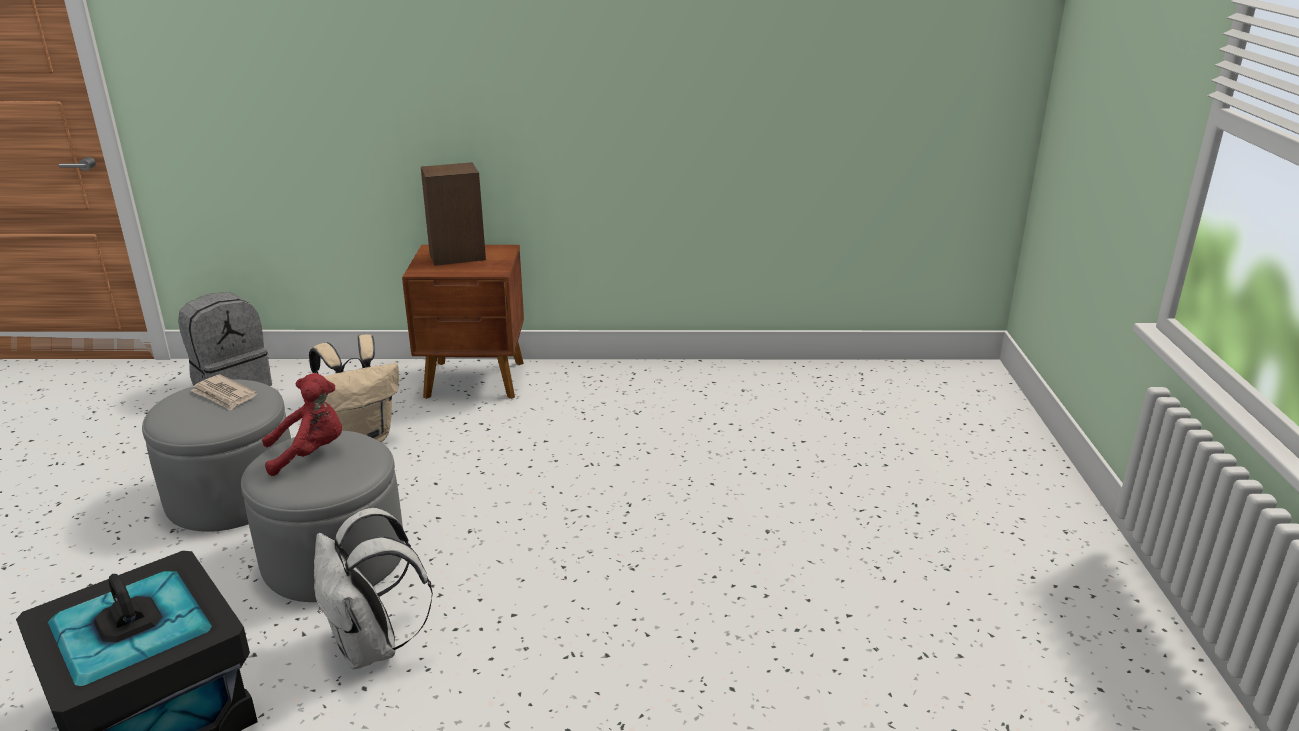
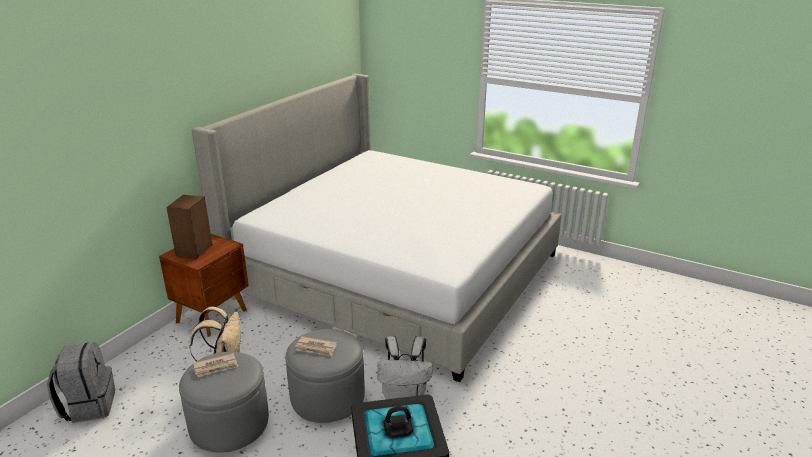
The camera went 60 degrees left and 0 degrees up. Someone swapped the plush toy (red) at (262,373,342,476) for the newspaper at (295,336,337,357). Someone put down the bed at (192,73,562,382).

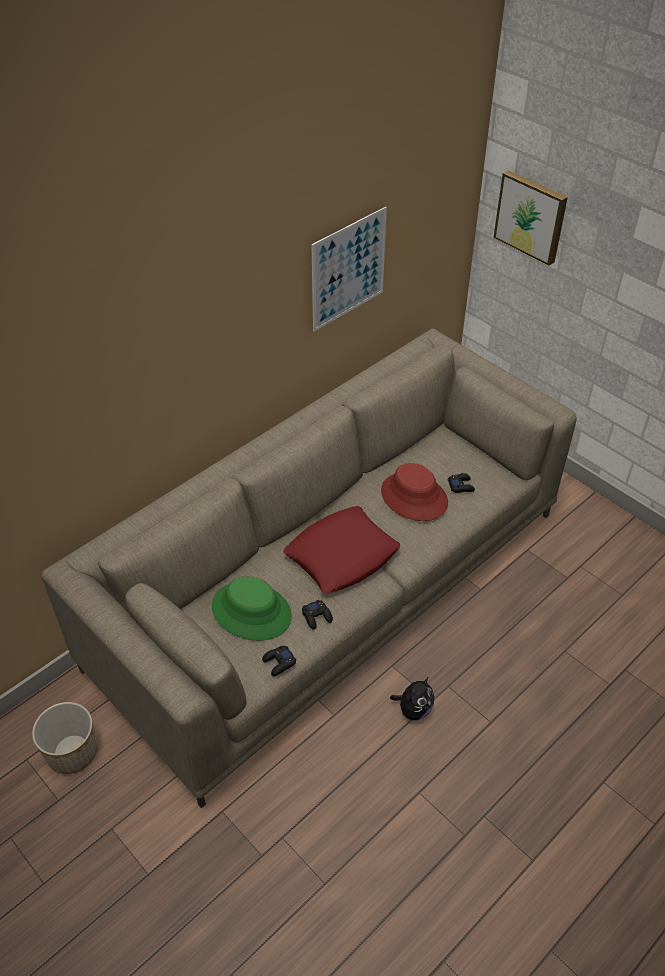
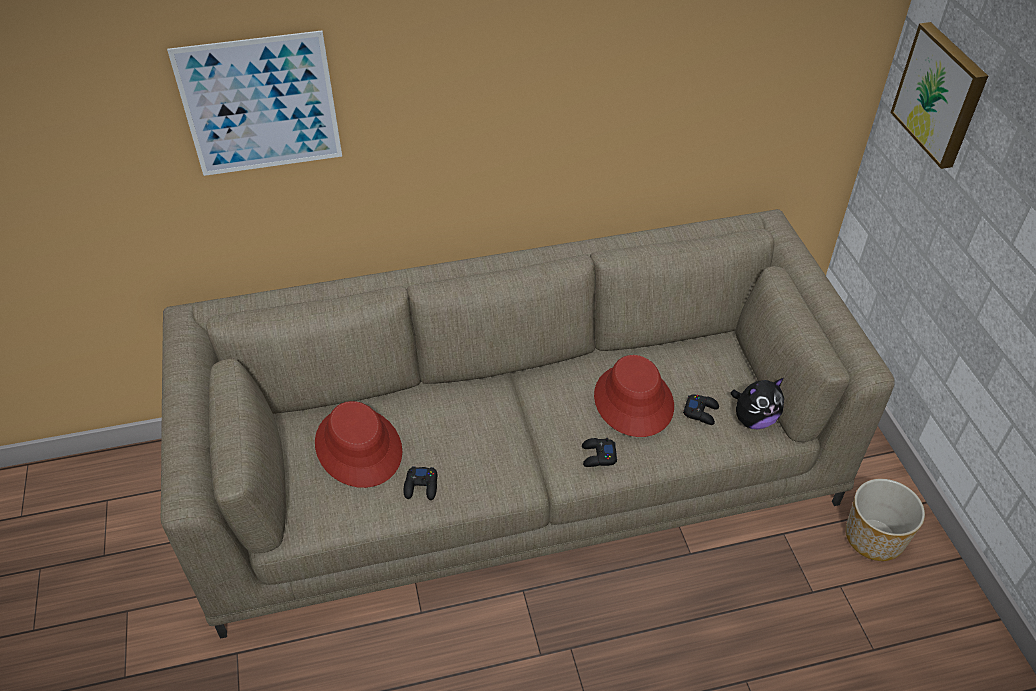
The camera went 30 degrees right and 0 degrees up. Someone carried the planter from (32,702,97,774) to (846,479,925,561). Someone repainted the hat (green) at (212,576,292,641), which became the hat (red) at (315,401,402,488). Someone carried the game controller (black) from (262,646,296,676) to (582,438,617,467). Someone took away the pillow (red) at (283,506,400,594). Someone carried the picture from (312,207,387,331) to (167,30,342,176). Someone carried the plush toy from (390,677,434,720) to (730,378,784,429).

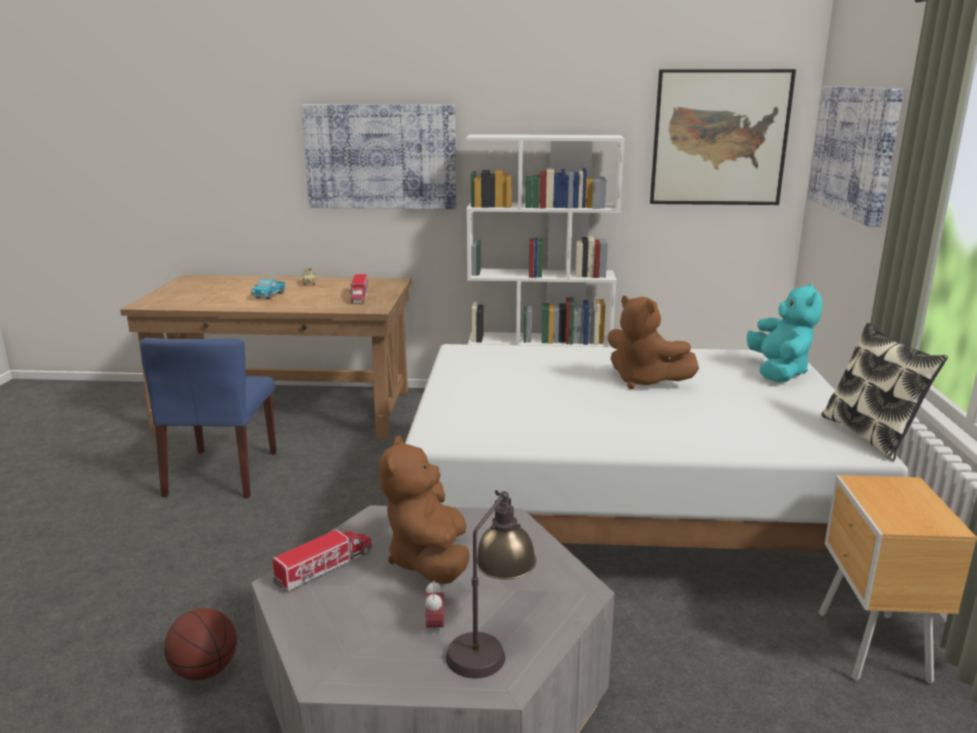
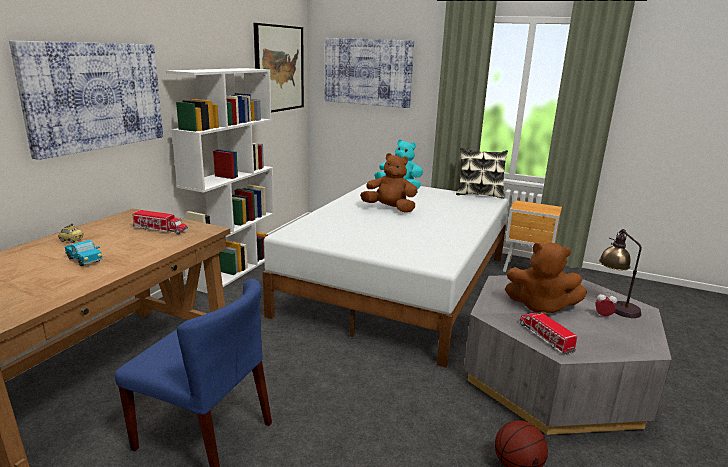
The camera went 70 degrees left and 0 degrees up. Someone rotated the plush toy (brown) at (607,296,699,389) by 135 degrees counterclockwise.

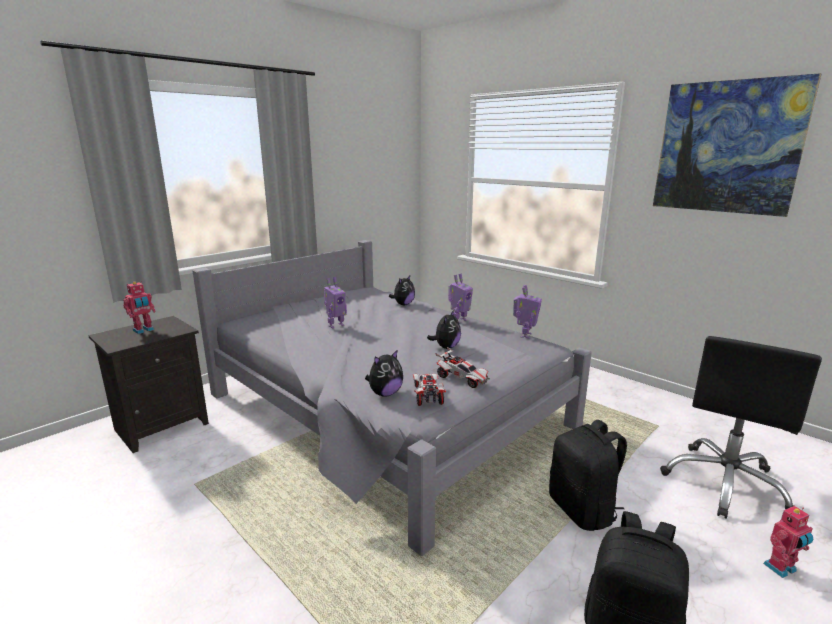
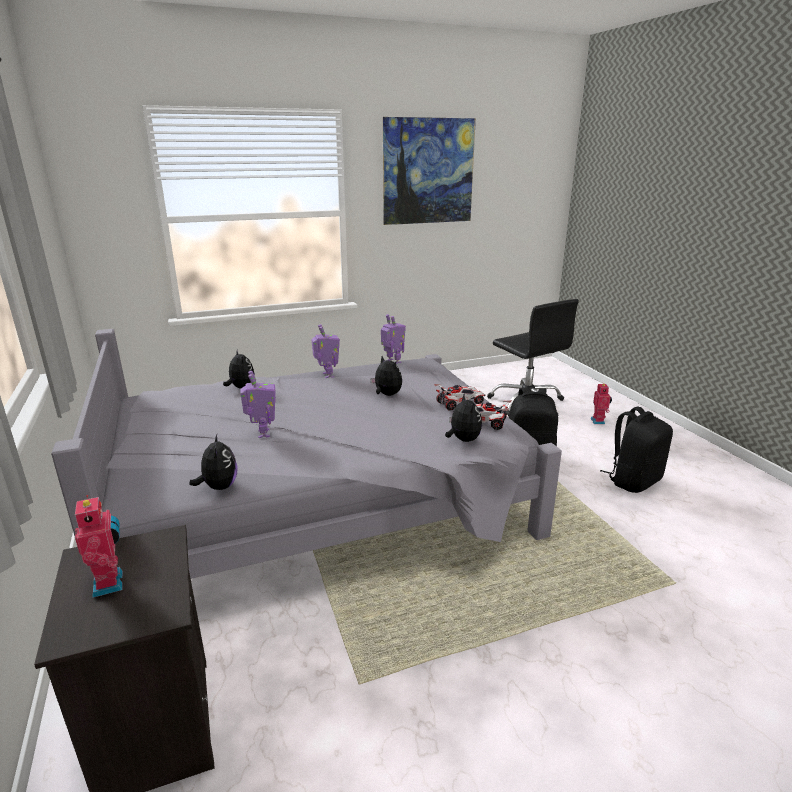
The camera went 65 degrees left and 5 degrees up. Someone put down the plush toy at (190,434,238,490).

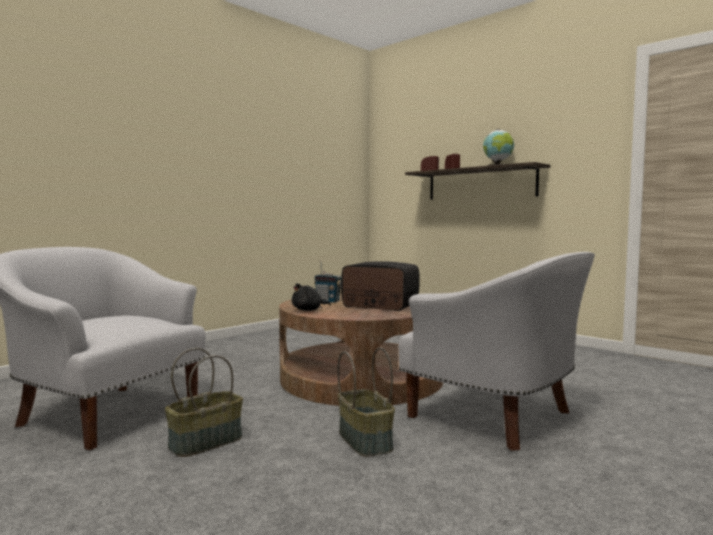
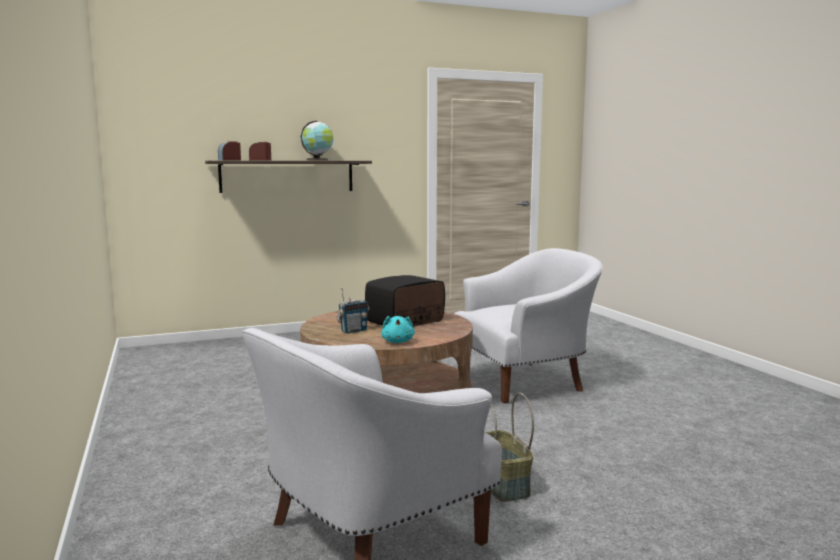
The camera went 65 degrees left and 5 degrees up. Someone repainted the plush toy (black) at (292,283,331,311), which became the plush toy (turquoise) at (381,316,415,343). Someone took away the basket at (337,348,395,457).

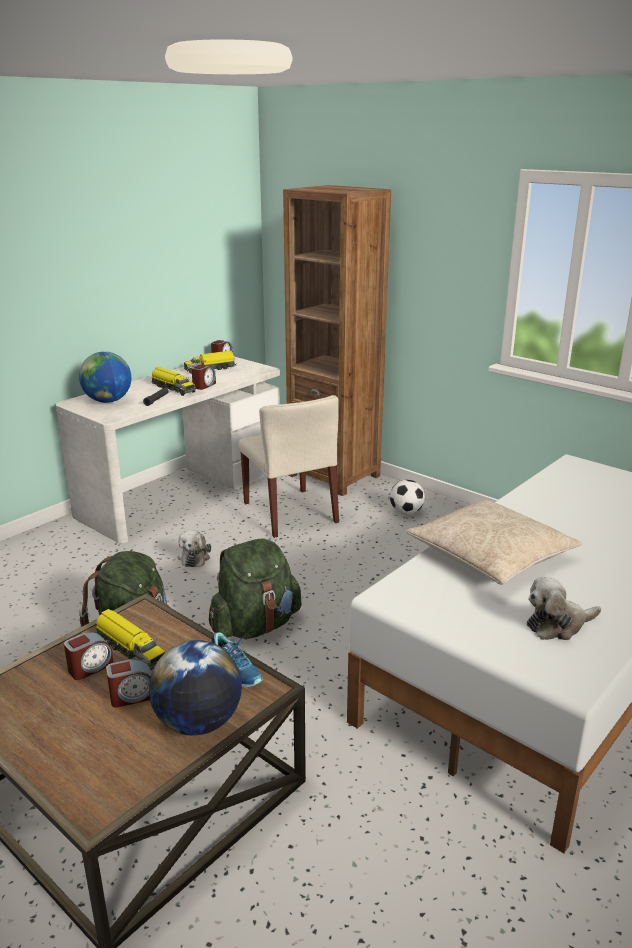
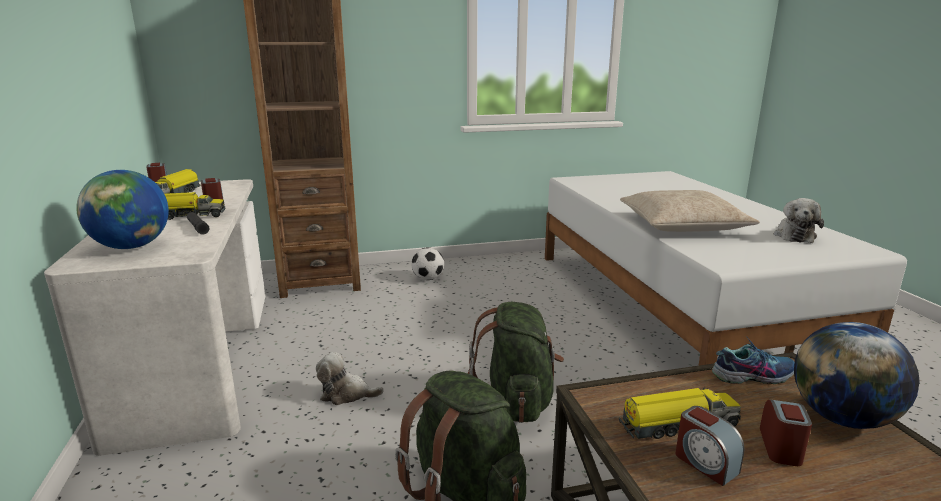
The camera went 55 degrees left and 5 degrees down. Someone rotated the alarm clock at (64,632,114,680) by 150 degrees clockwise. Someone rotated the plush toy at (178,530,211,567) by 150 degrees clockwise. Someone took away the chair (beige) at (239,395,339,538).

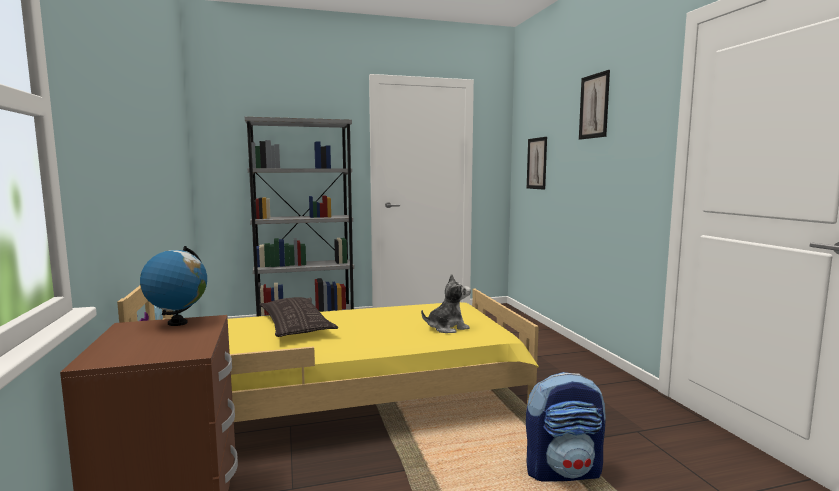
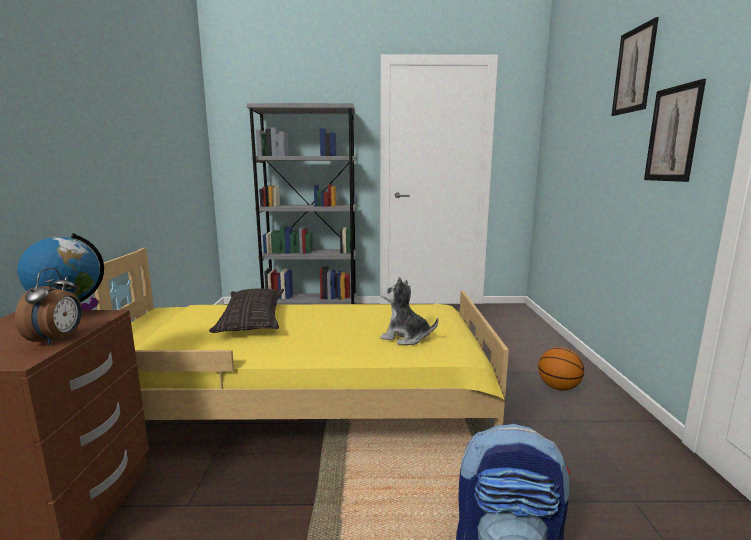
The camera went 15 degrees right and 5 degrees up. Someone rotated the plush toy at (421,274,471,333) by 150 degrees counterclockwise. Someone carried the picture from (527,137,547,190) to (644,79,706,182). Someone put down the alarm clock at (15,268,82,346). Someone put down the basketball at (538,347,584,391).

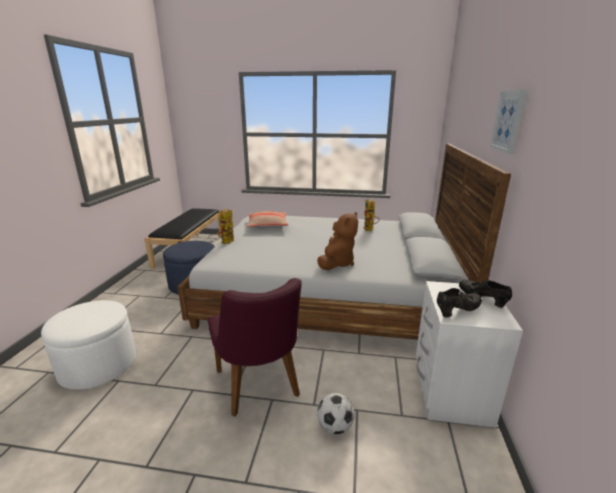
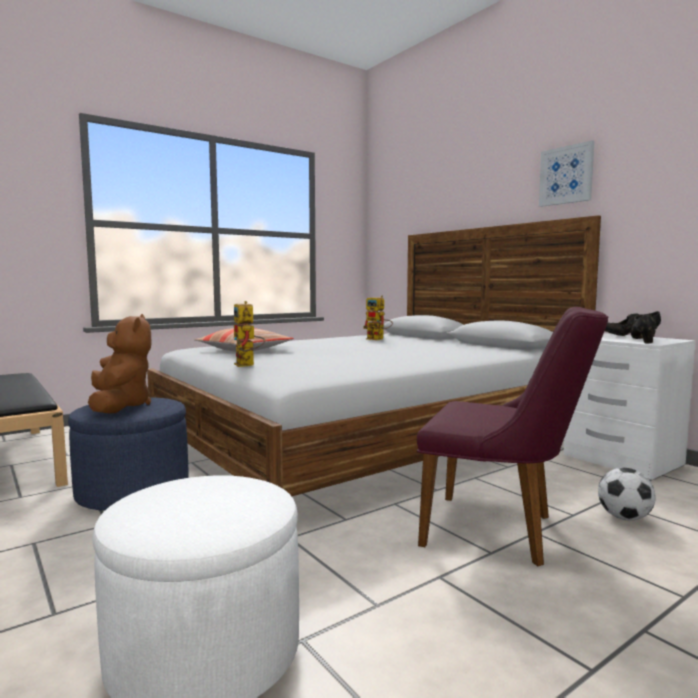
The camera went 45 degrees left and 15 degrees down. Someone carried the plush toy (brown) from (317,212,358,270) to (88,314,151,414).

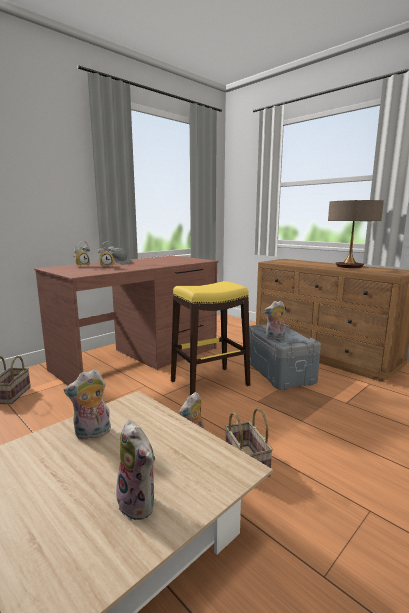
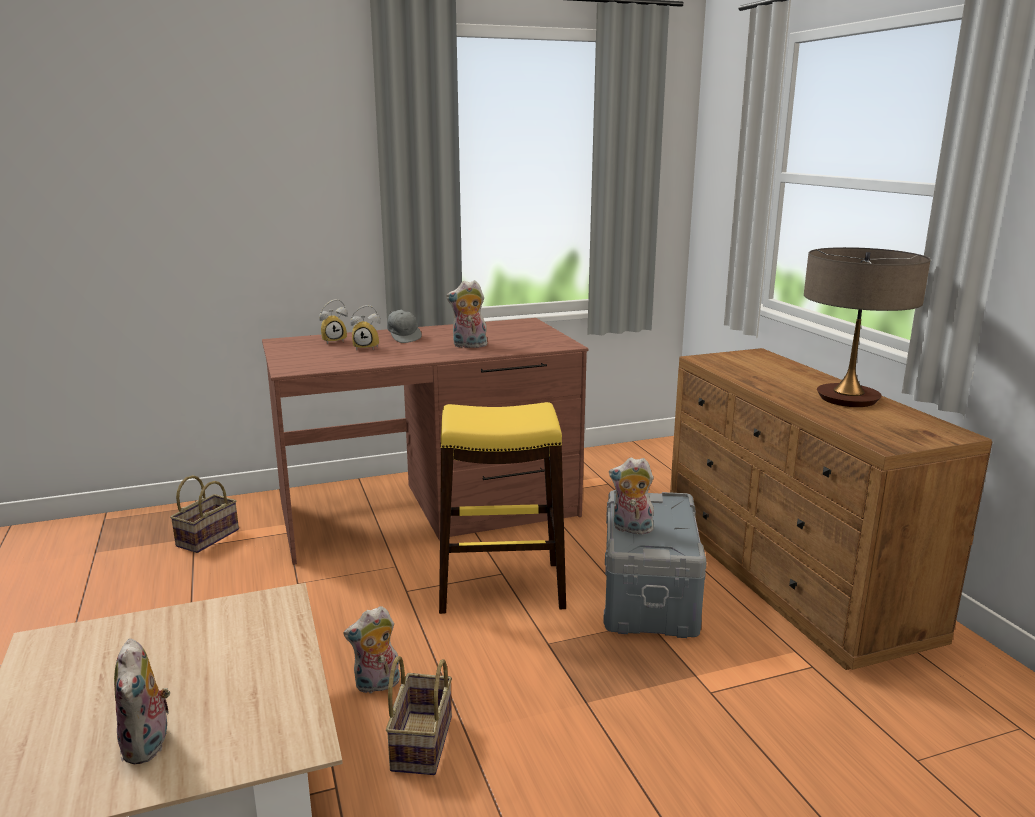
The camera went 25 degrees right and 5 degrees up. Someone carried the plush toy from (64,369,111,440) to (446,280,487,348).

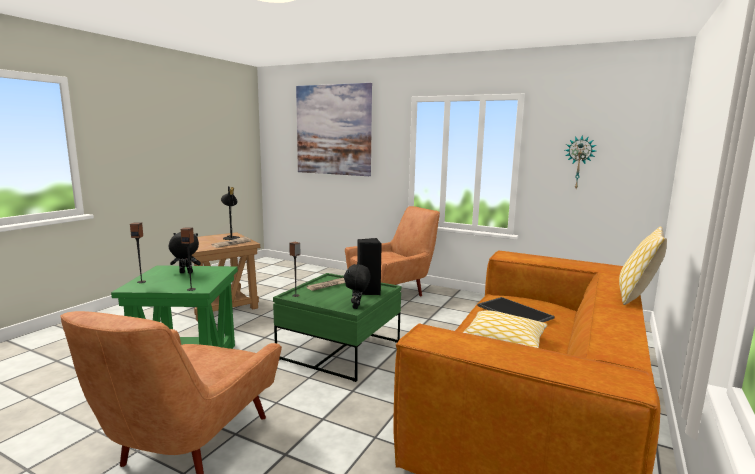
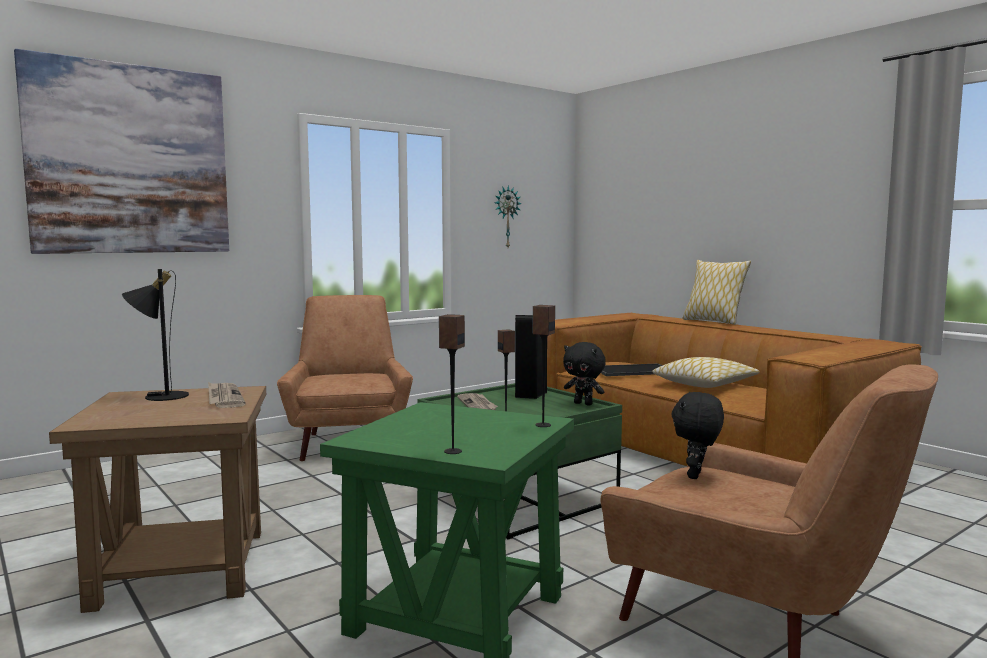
The camera went 65 degrees left and 5 degrees down. Someone carried the plush toy (black) from (169,232,201,273) to (672,392,724,479).

